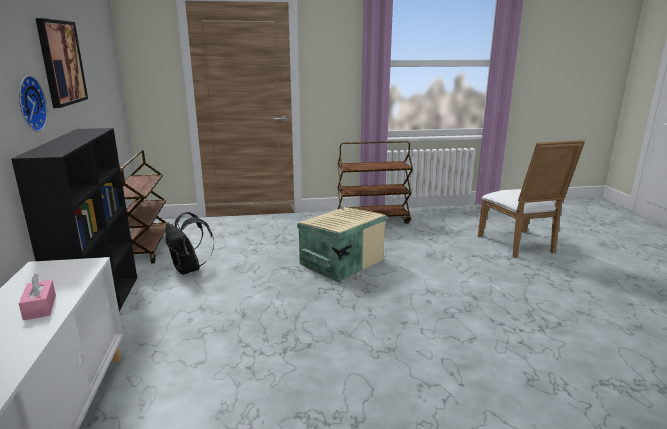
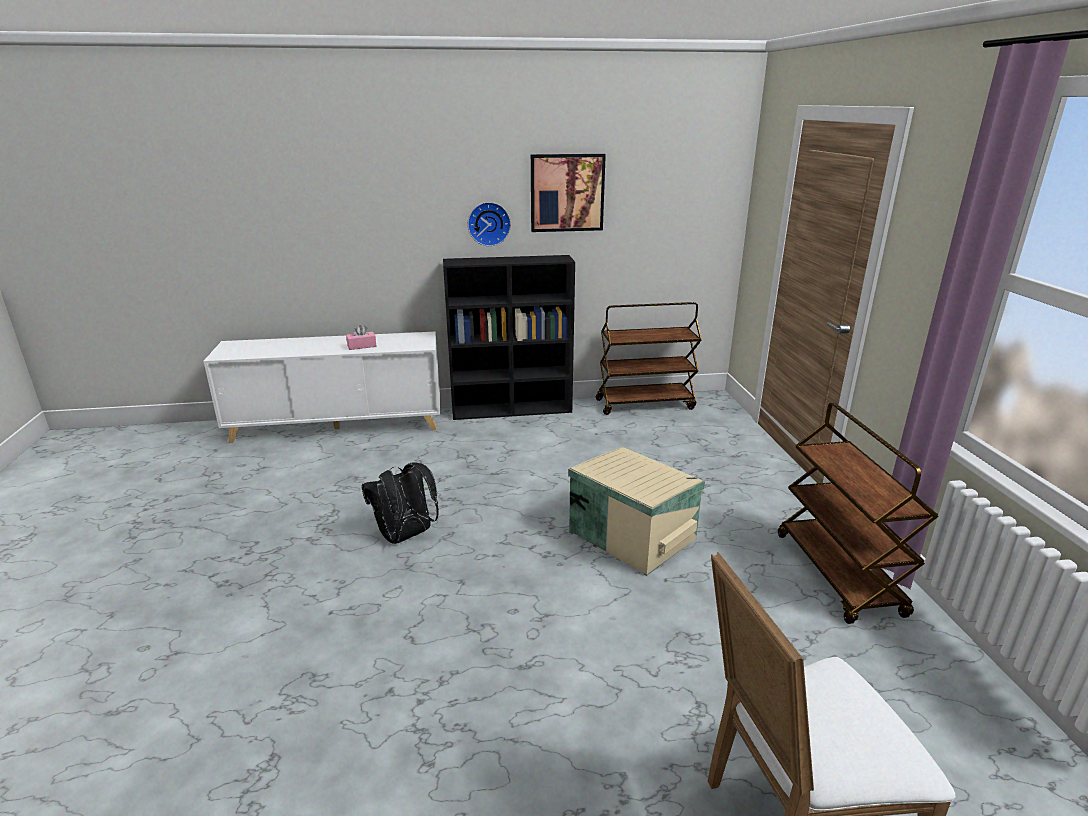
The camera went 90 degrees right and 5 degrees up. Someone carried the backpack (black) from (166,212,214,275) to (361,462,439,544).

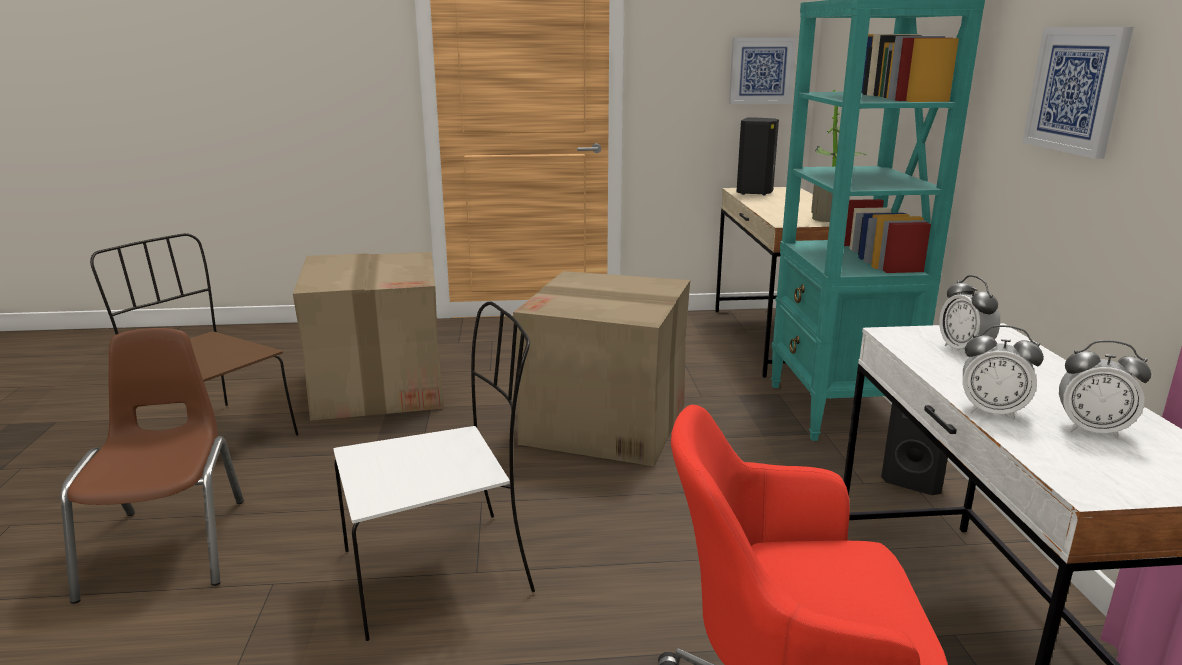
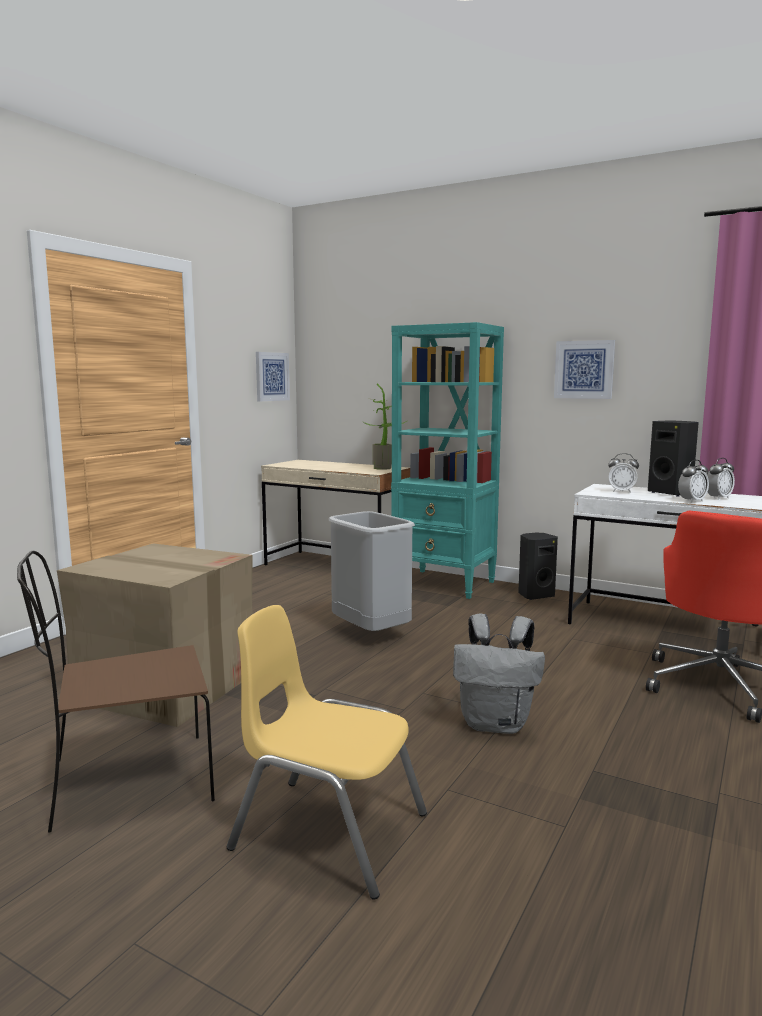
The camera went 55 degrees left and 10 degrees down. Someone repainted the chair (brown) at (60,328,244,604), which became the chair (yellow) at (227,605,427,900). Someone swapped the chair (white) at (333,301,535,641) for the backpack (grey) at (453,614,545,734). Someone swapped the cardboard box at (513,271,690,466) for the trash can (grey) at (328,511,415,631). Someone carried the speaker (black) from (737,117,779,195) to (648,421,699,497).

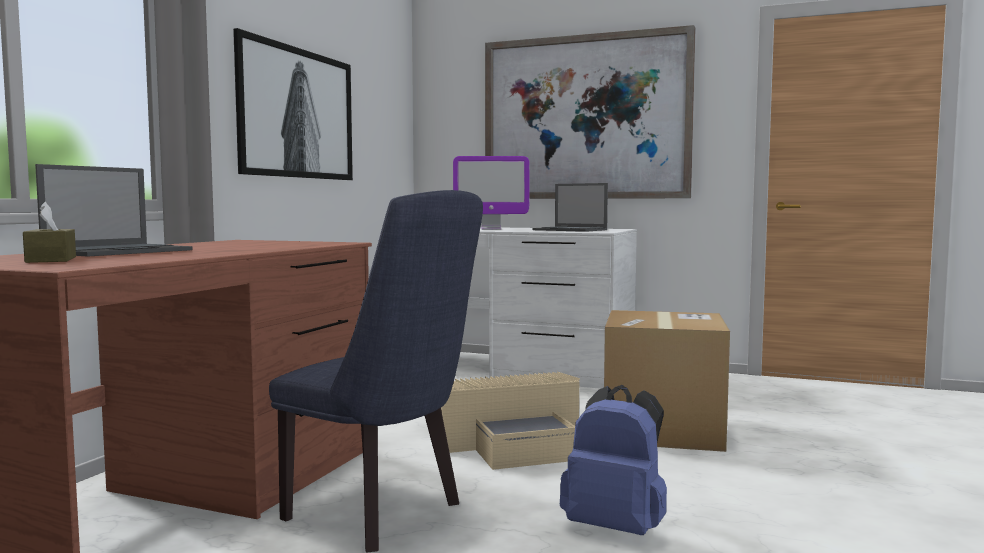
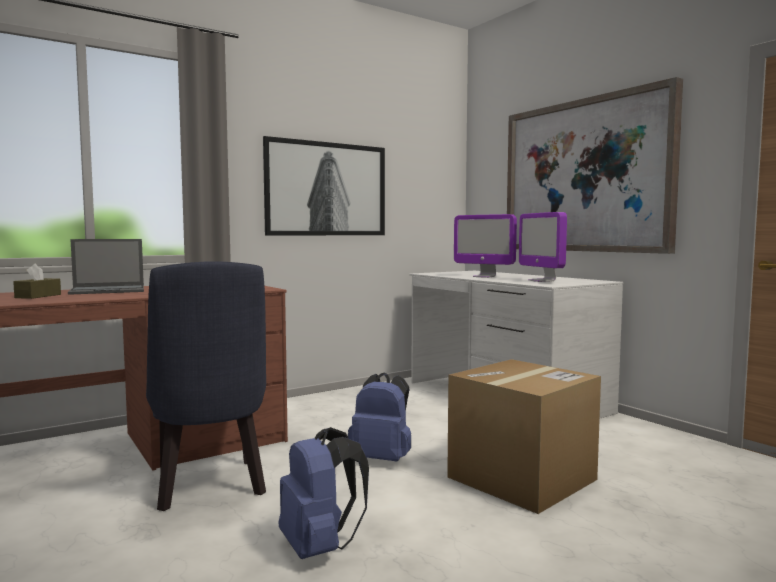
The camera went 35 degrees right and 0 degrees up. Someone swapped the storage box (beige) at (441,372,580,470) for the backpack (blue) at (348,373,411,462). Someone swapped the laptop at (532,183,608,232) for the monitor at (519,212,567,282).

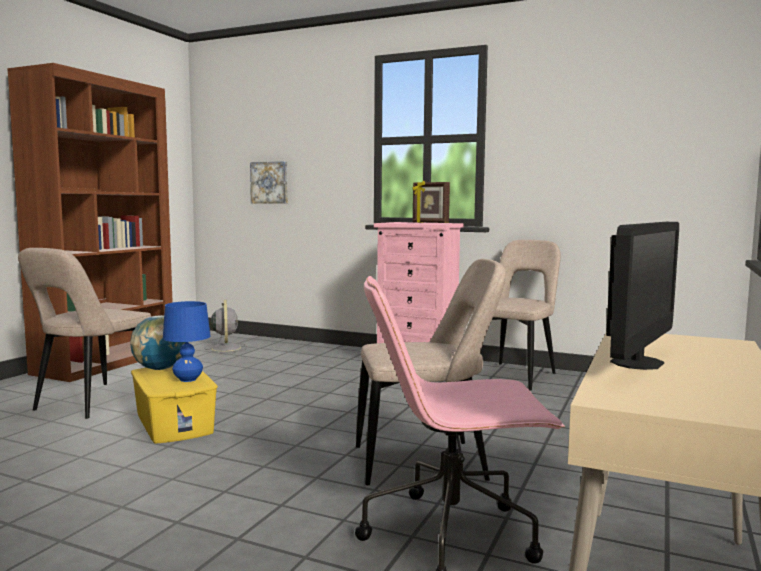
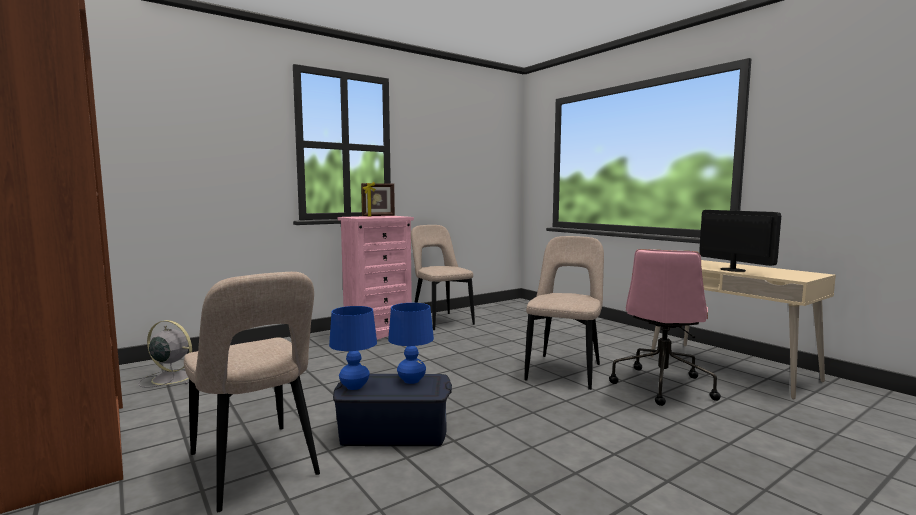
The camera went 60 degrees left and 0 degrees up. Someone swapped the globe at (130,315,185,370) for the table lamp (blue) at (329,306,377,390). Someone repainted the storage box (yellow) at (131,366,218,443), which became the storage box (blue) at (333,374,452,446). Someone took away the picture at (250,161,287,204).

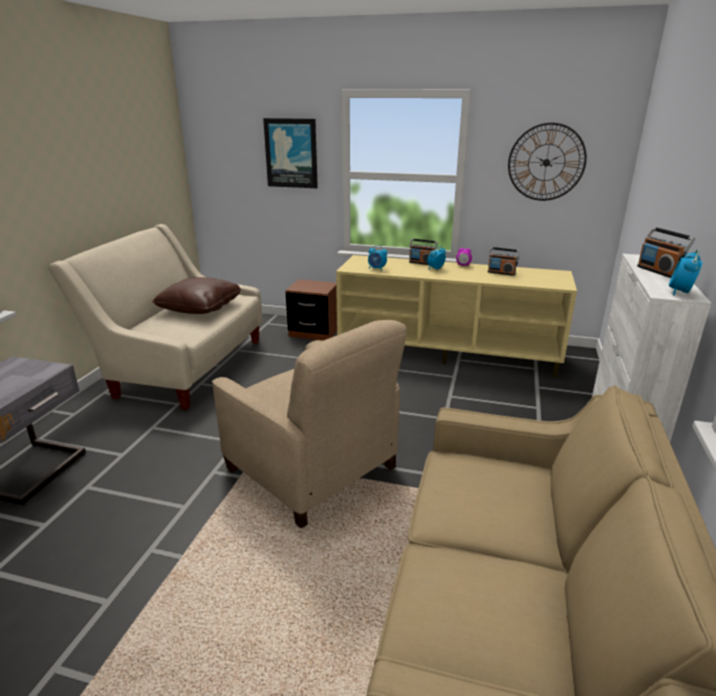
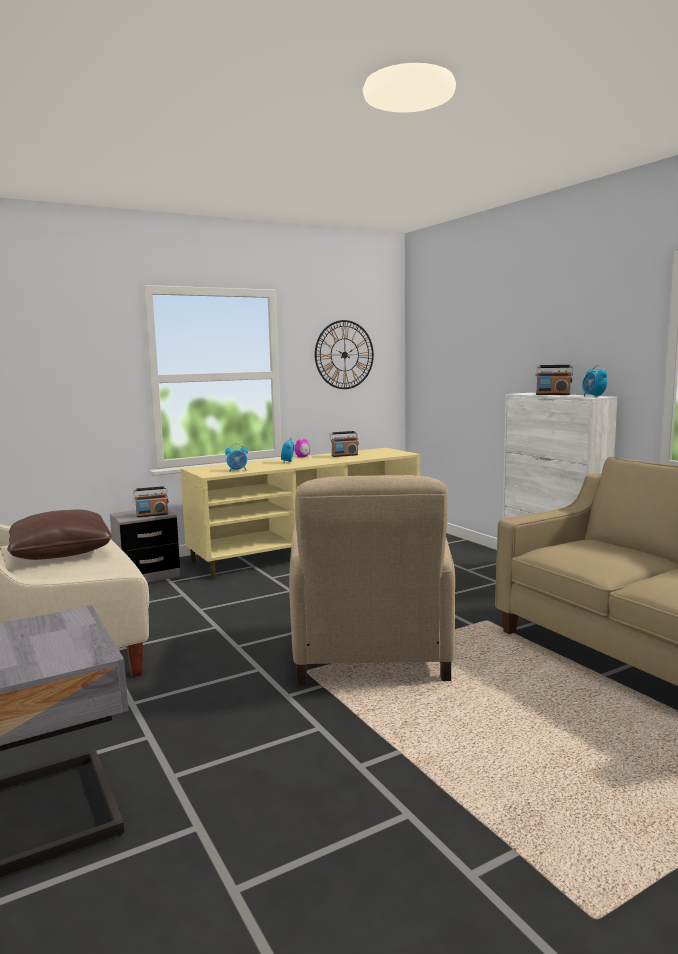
The camera went 45 degrees left and 15 degrees down. Someone rotated the armchair (beige) at (212,320,407,528) by 90 degrees clockwise. Someone took away the picture at (263,118,318,188). Someone repainted the nightstand (brown) at (285,279,337,341), which became the nightstand (grey) at (110,510,180,583). Someone carried the radio from (409,239,438,265) to (133,486,168,518).

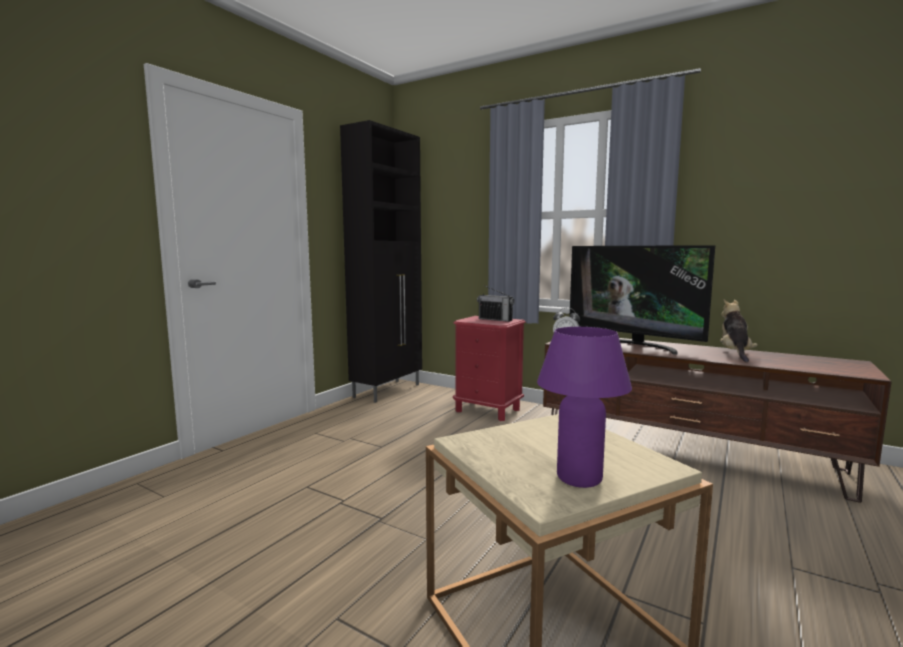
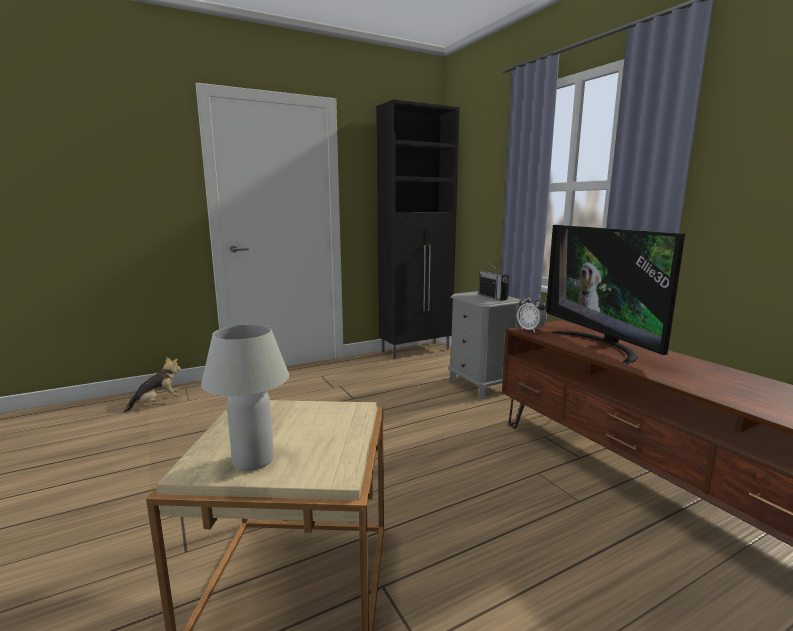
The camera went 30 degrees right and 5 degrees up. Someone repainted the nightstand (red) at (453,316,526,421), which became the nightstand (grey) at (448,291,521,399). Someone repainted the table lamp (purple) at (537,327,632,488), which became the table lamp (white) at (201,324,289,471). Someone carried the plush toy from (720,299,758,362) to (123,357,181,413).

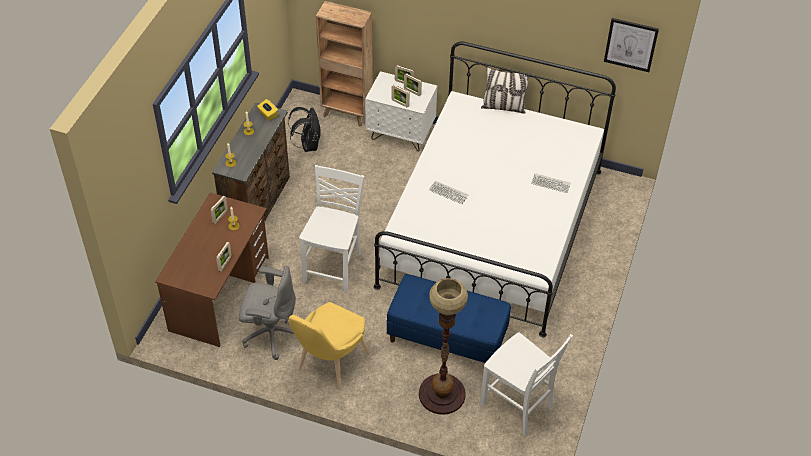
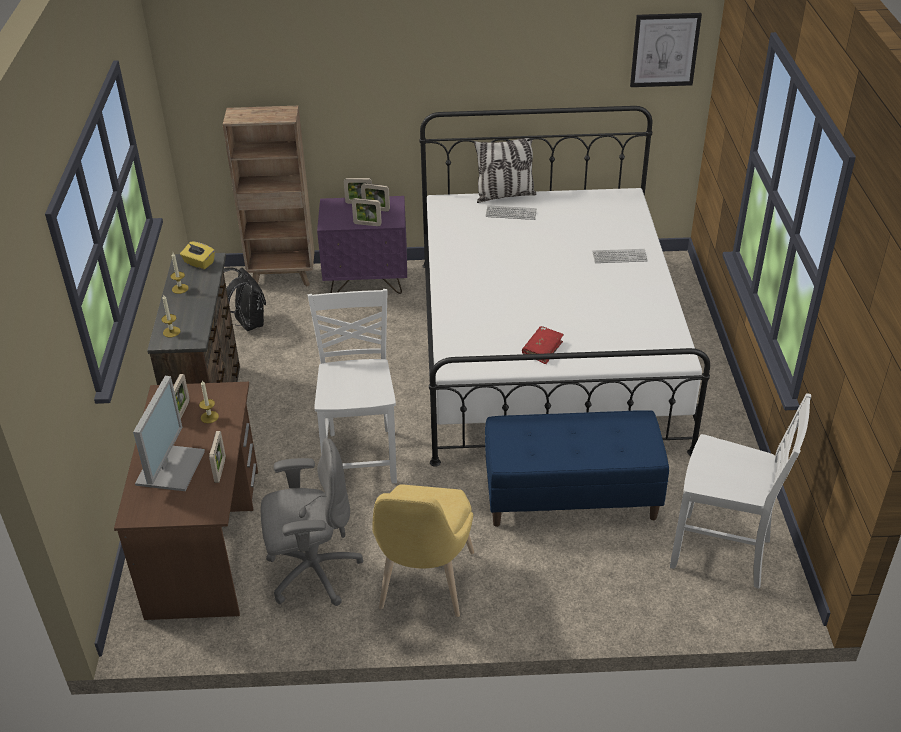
The camera went 20 degrees left and 10 degrees down. Someone repainted the nightstand (white) at (365,71,437,152), which became the nightstand (purple) at (317,196,407,294). Someone took away the floor lamp at (419,278,468,415). Someone carried the keyboard from (429,181,468,204) to (486,205,537,220). Someone put down the monitor at (133,376,205,491). Someone put down the book (red) at (522,326,564,364).

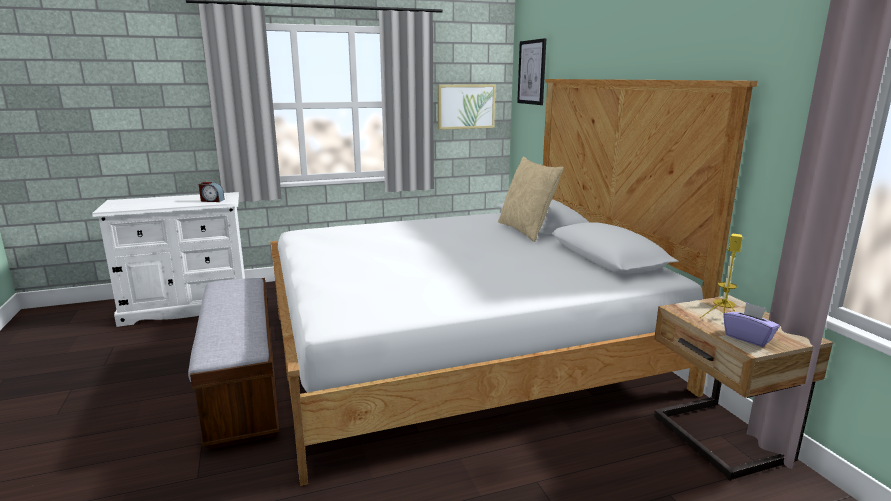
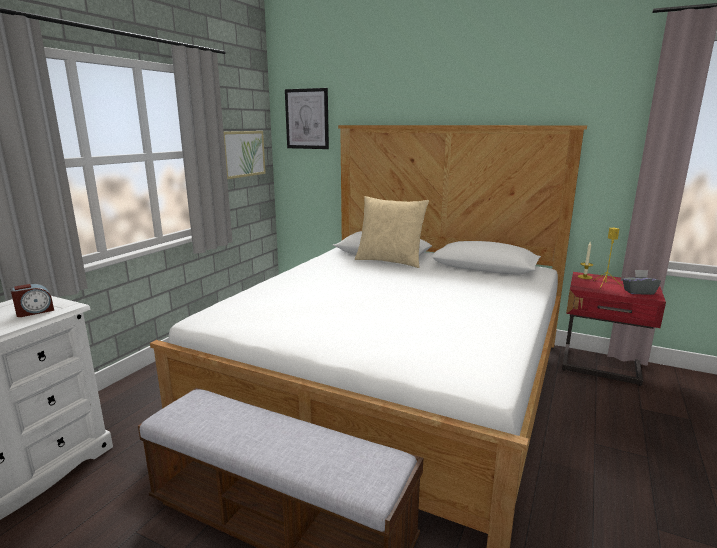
The camera went 45 degrees left and 0 degrees up. Someone repainted the nightstand (beige) at (654,295,833,481), which became the nightstand (red) at (562,272,666,386). Someone repainted the tissue box (purple) at (723,302,780,347), which became the tissue box (grey) at (622,270,661,295).

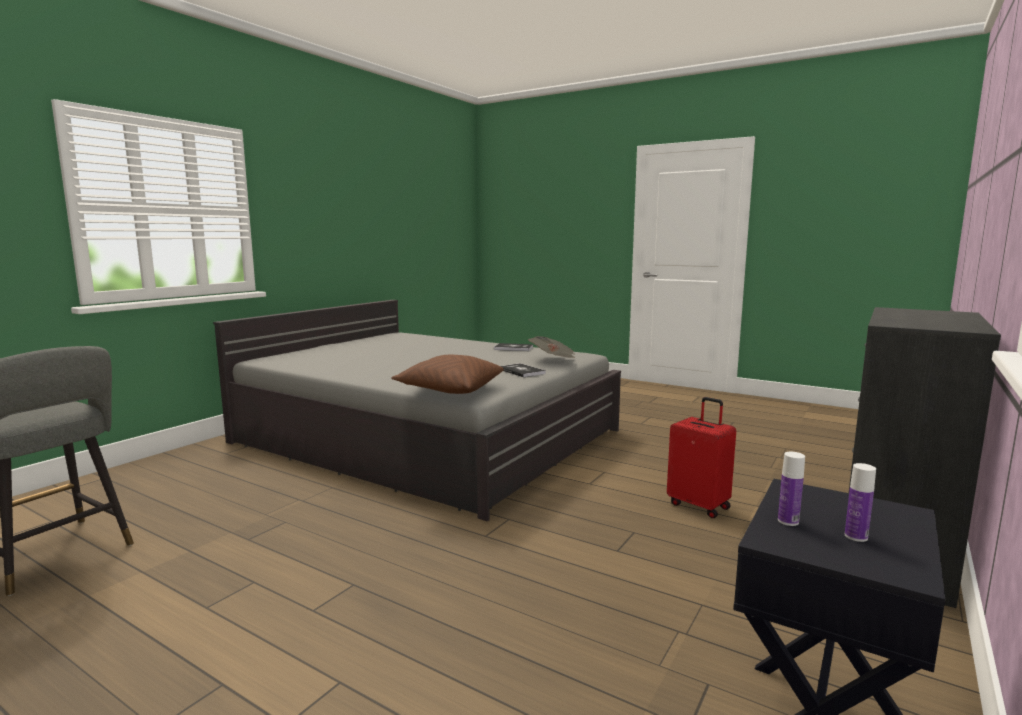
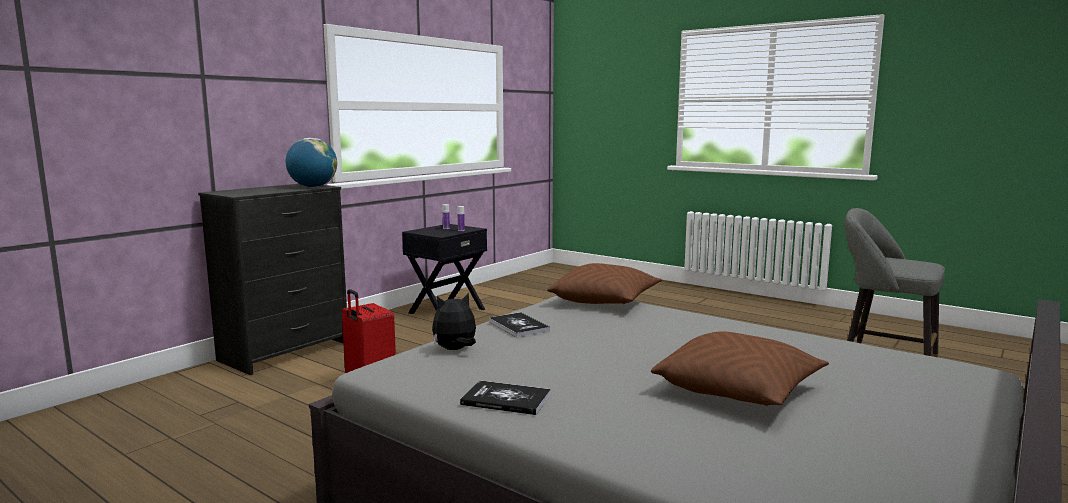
The camera went 175 degrees left and 0 degrees up. Someone swapped the newspaper at (528,336,575,358) for the plush toy at (432,293,476,350). Someone put down the globe at (286,138,337,187). Someone put down the pillow (brown) at (651,331,829,406).

